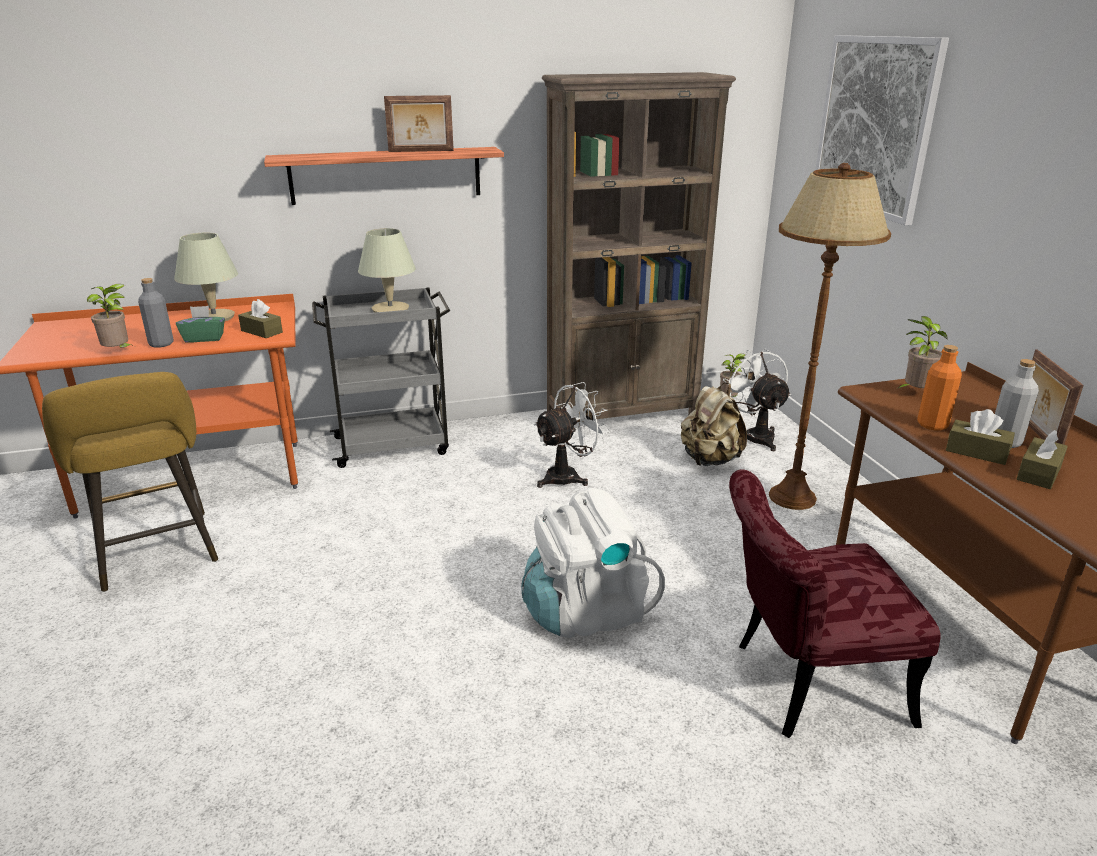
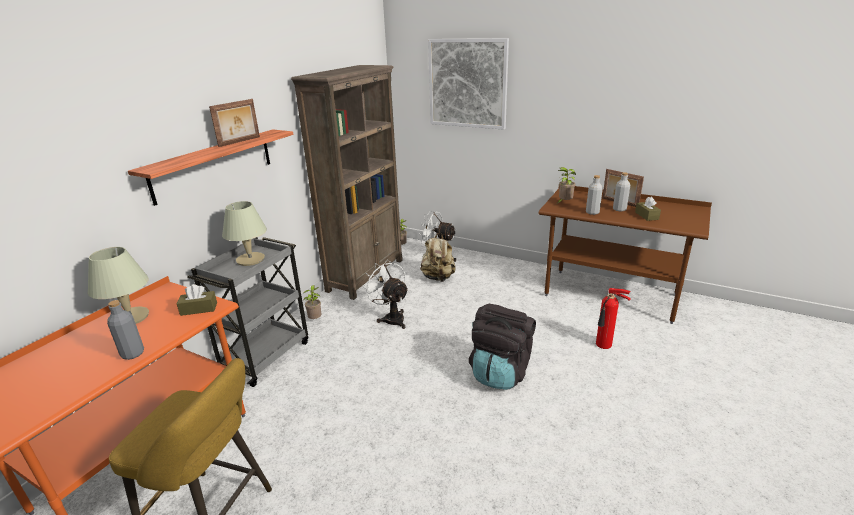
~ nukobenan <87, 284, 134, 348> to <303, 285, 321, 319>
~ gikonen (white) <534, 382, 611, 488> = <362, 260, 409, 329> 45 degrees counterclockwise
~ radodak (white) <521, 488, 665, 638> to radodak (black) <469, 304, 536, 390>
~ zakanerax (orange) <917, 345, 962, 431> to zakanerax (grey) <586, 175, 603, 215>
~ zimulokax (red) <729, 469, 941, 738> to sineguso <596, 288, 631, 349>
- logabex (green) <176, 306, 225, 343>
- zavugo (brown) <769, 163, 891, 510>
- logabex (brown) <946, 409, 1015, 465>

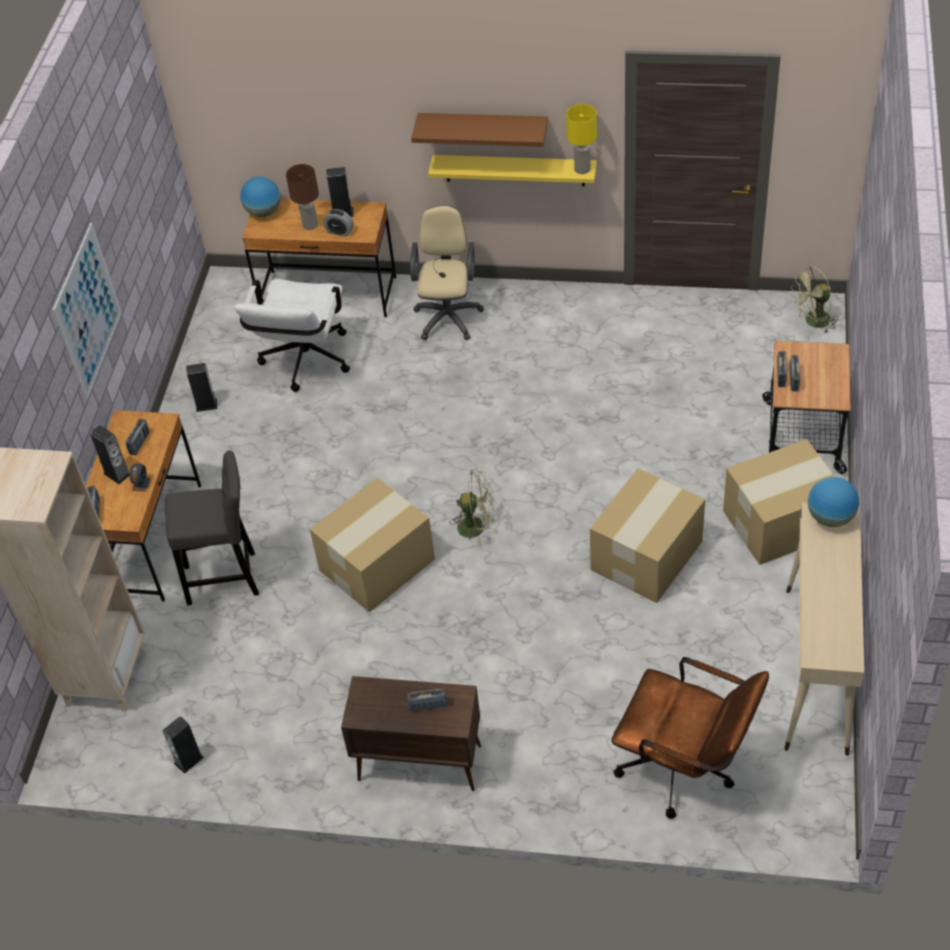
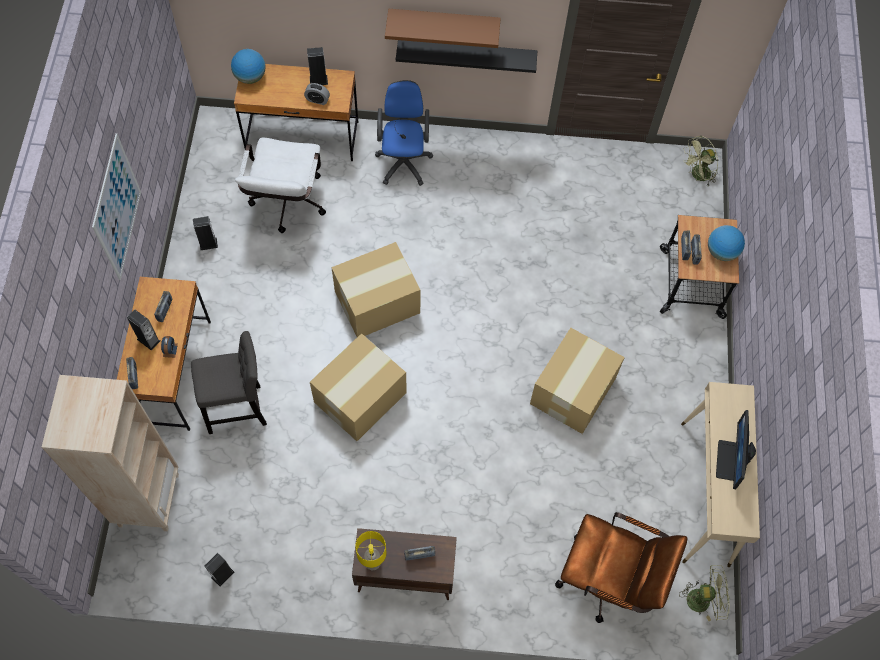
~ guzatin <723, 439, 835, 565> to <331, 242, 421, 337>
~ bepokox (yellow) <566, 104, 597, 174> to <355, 531, 386, 570>
~ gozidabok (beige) <410, 205, 484, 340> to gozidabok (blue) <375, 80, 433, 186>
~ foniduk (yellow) <428, 155, 597, 186> to foniduk (black) <396, 40, 537, 73>
~ gikonen (green) <452, 471, 495, 546> to <679, 565, 729, 621>
~ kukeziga <808, 477, 859, 527> to <708, 225, 745, 261>
+ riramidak <716, 410, 756, 489>
- bepokox (brown) <286, 164, 319, 230>

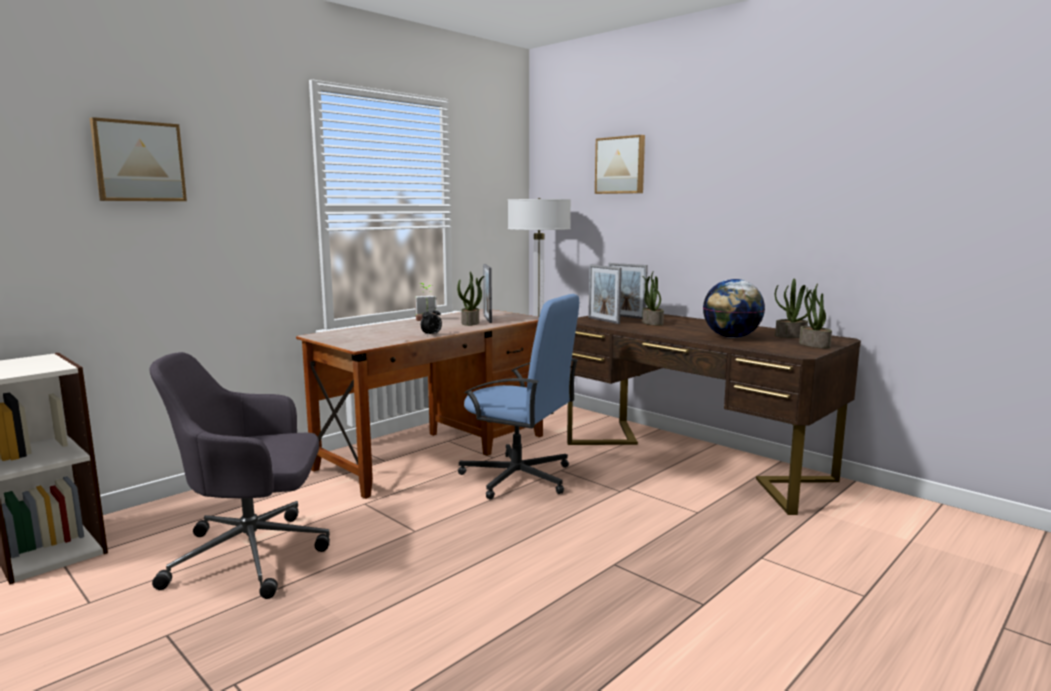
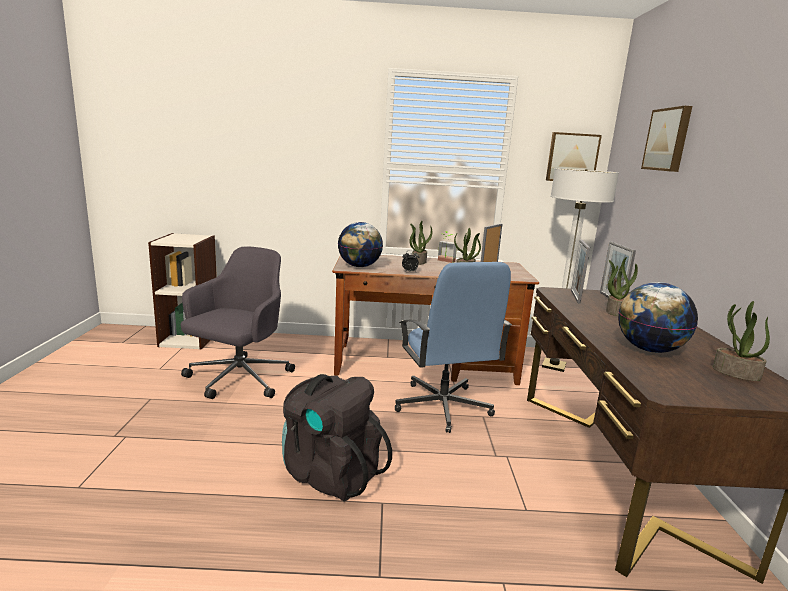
~ gozidabok (grey) <149, 352, 330, 599> = <181, 247, 295, 399> 75 degrees clockwise
+ radodak (black) <282, 374, 392, 501>
+ kukeziga <338, 222, 383, 267>
~ nukobenan <799, 283, 832, 348> to <409, 221, 432, 265>
~ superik <90, 117, 187, 201> to <546, 132, 602, 181>

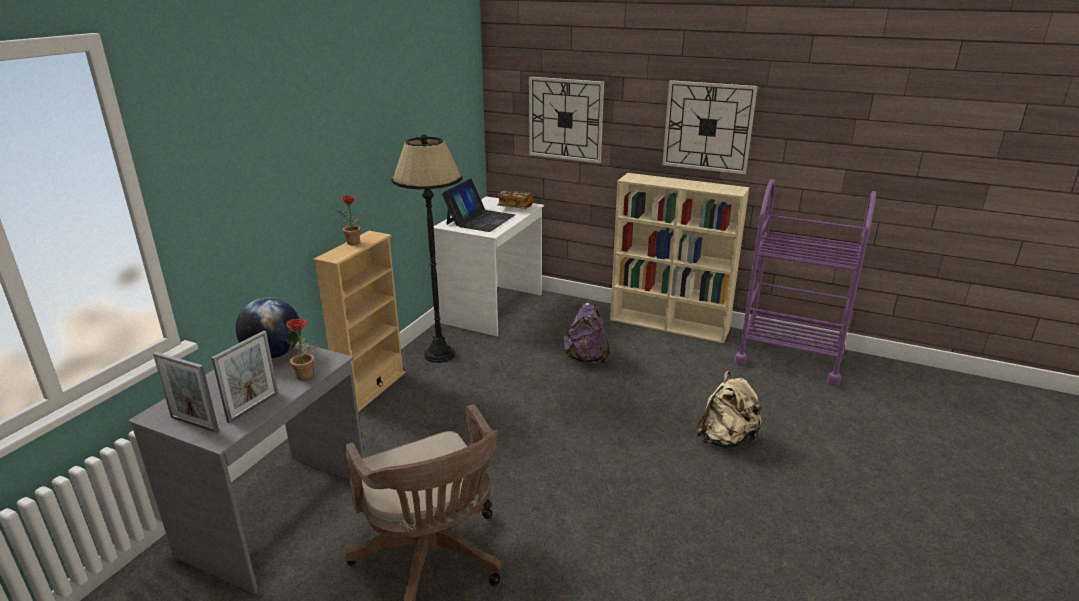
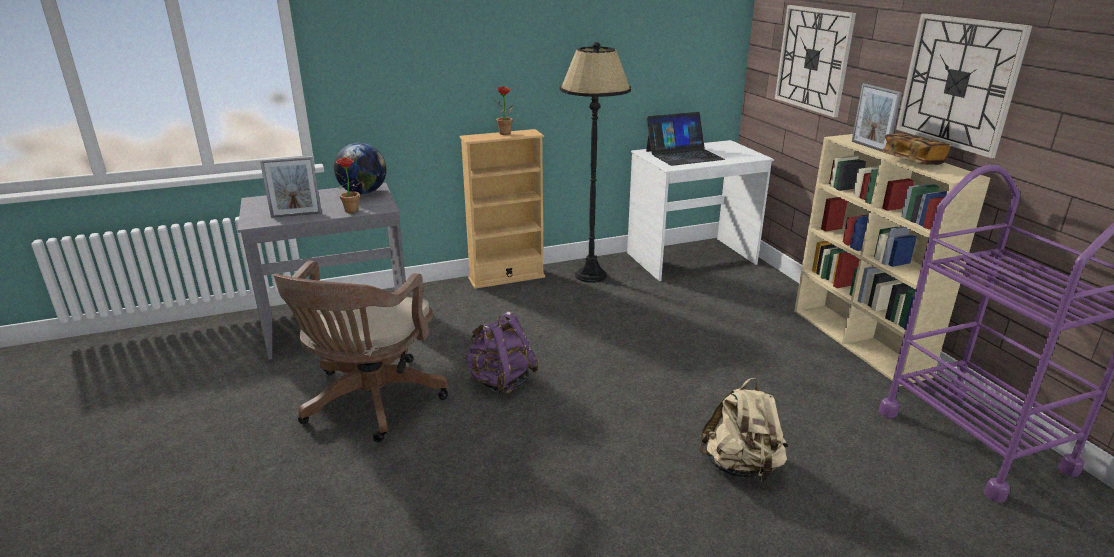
~ radodak (purple) <562, 303, 610, 363> to <464, 311, 538, 396>
~ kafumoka <153, 352, 219, 433> to <852, 83, 902, 151>
~ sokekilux <497, 190, 533, 209> to <880, 133, 950, 165>

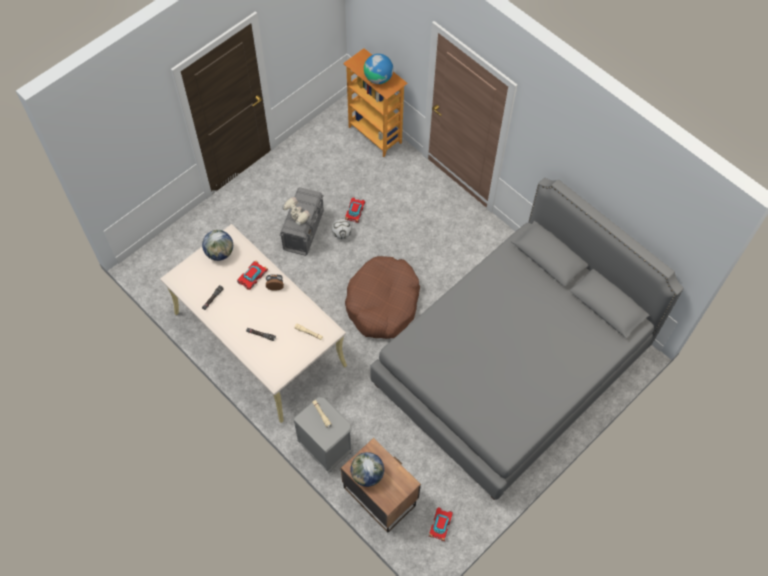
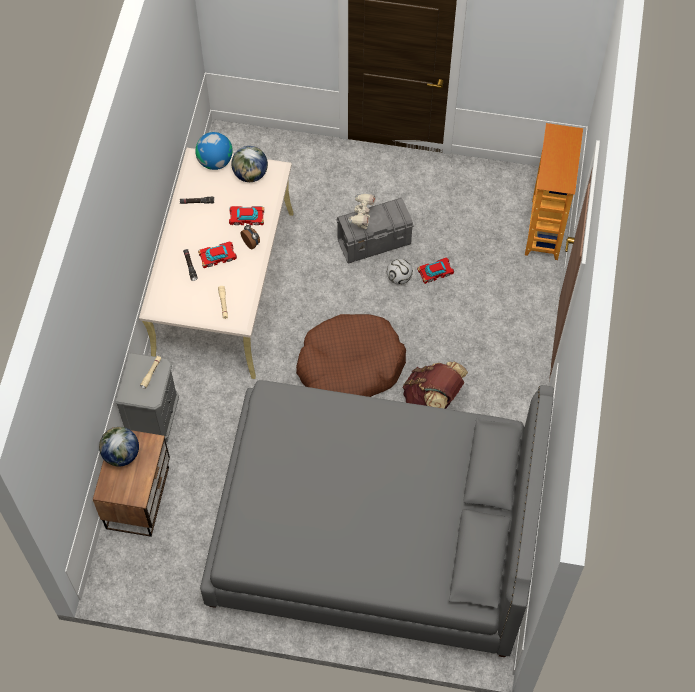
~ kukeziga <364, 54, 393, 84> to <195, 132, 233, 170>
~ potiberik <429, 507, 453, 541> to <198, 242, 237, 268>
+ radodak (brown) <403, 362, 468, 409>

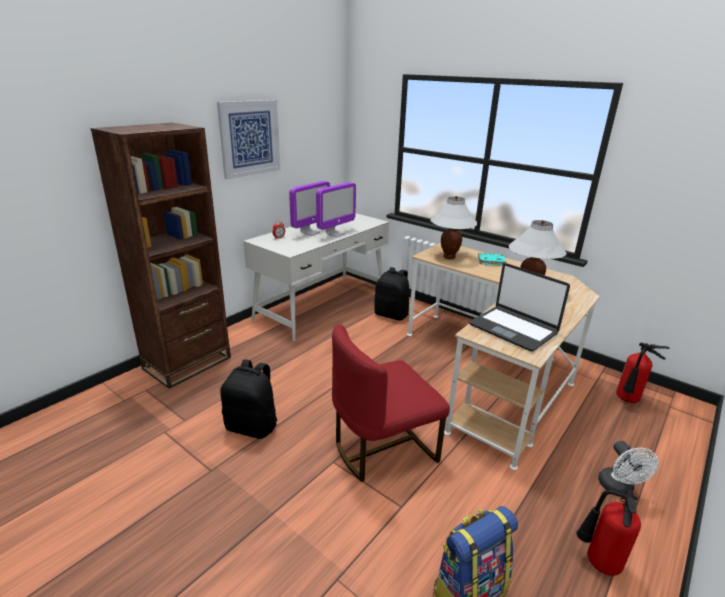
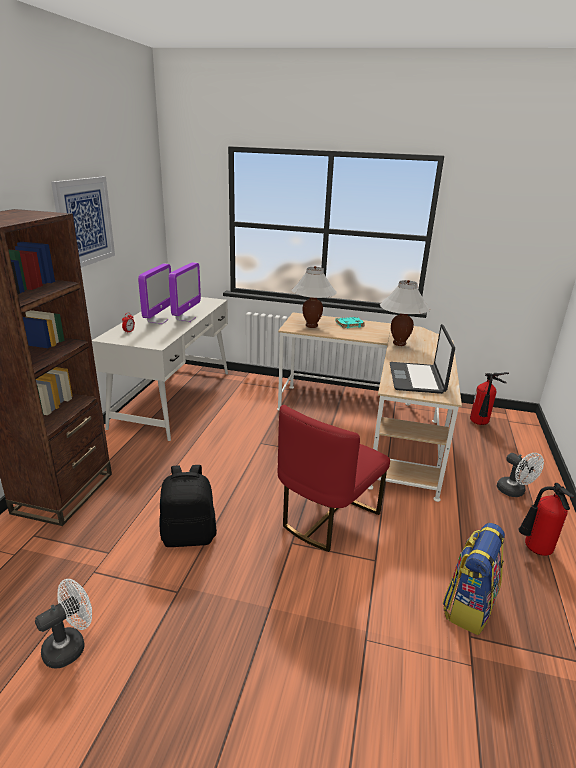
+ gikonen (white) <35, 579, 92, 668>
~ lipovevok <469, 263, 570, 351> = <390, 324, 455, 394> 75 degrees clockwise
- radodak (black) <374, 267, 409, 321>

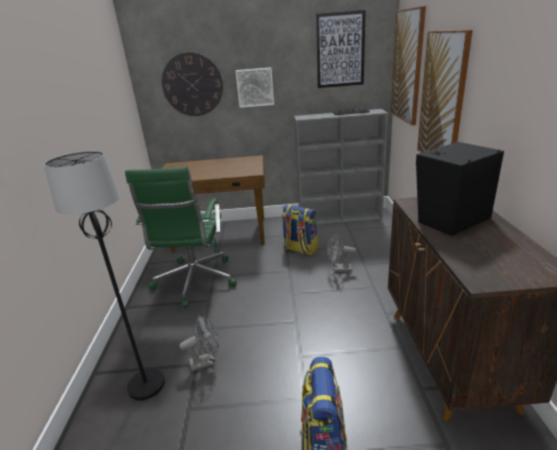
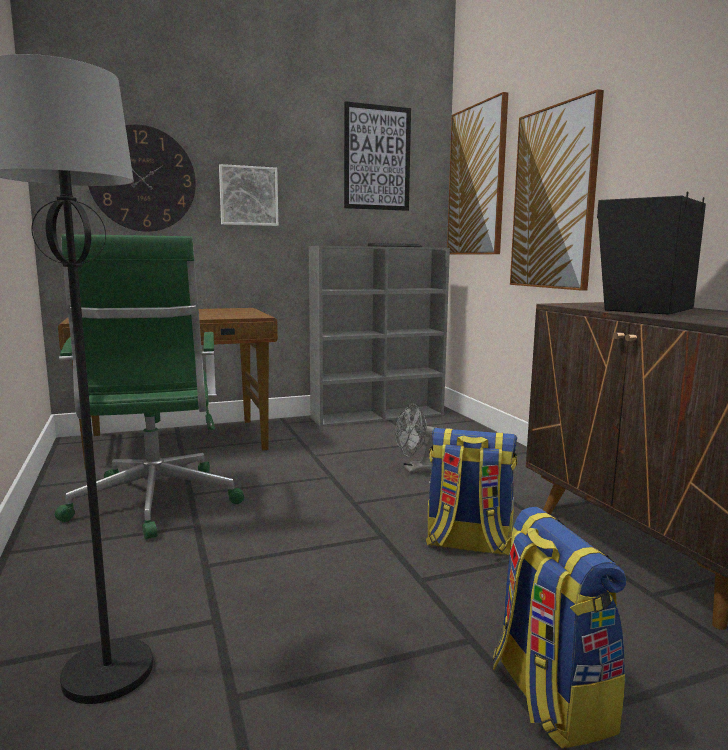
~ radodak <282, 205, 318, 255> to <426, 428, 517, 556>
- gikonen (grey) <179, 316, 219, 371>

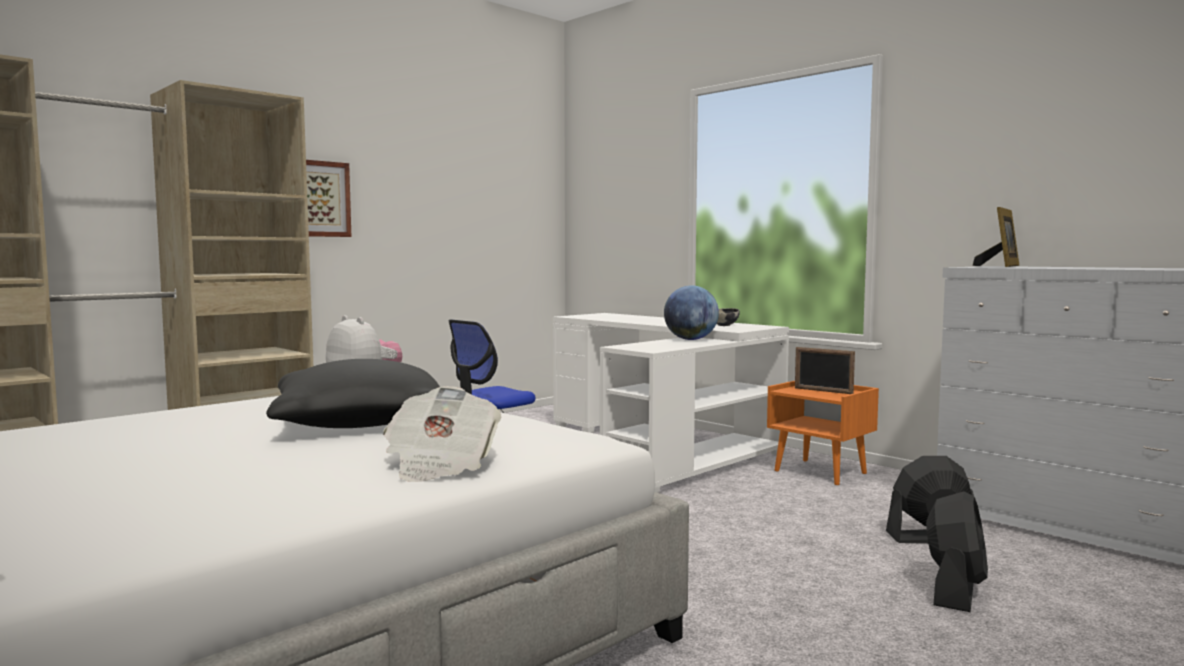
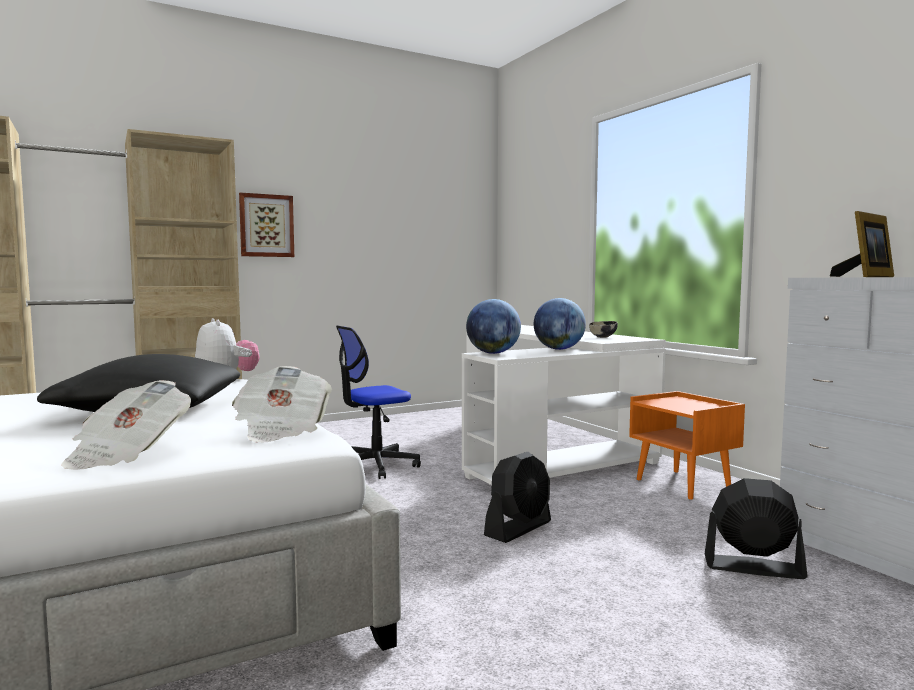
+ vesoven <232, 366, 332, 442>
+ kukeziga <466, 299, 521, 354>
~ gikonen (black) <926, 492, 988, 612> to <484, 452, 551, 543>
- kafumoka <795, 347, 855, 394>

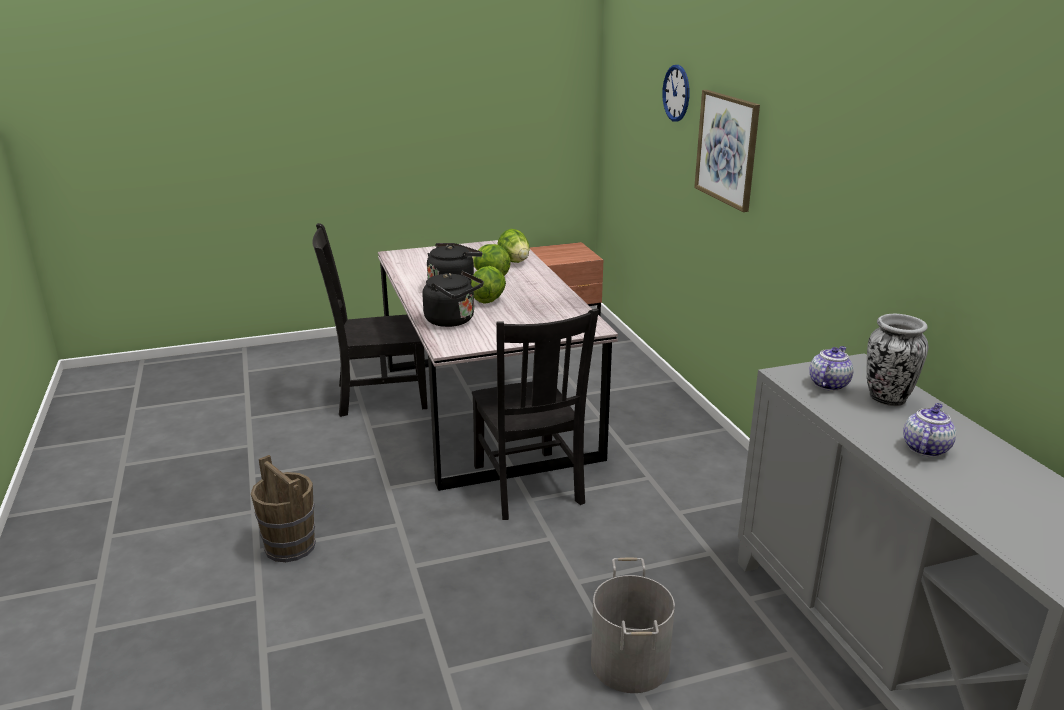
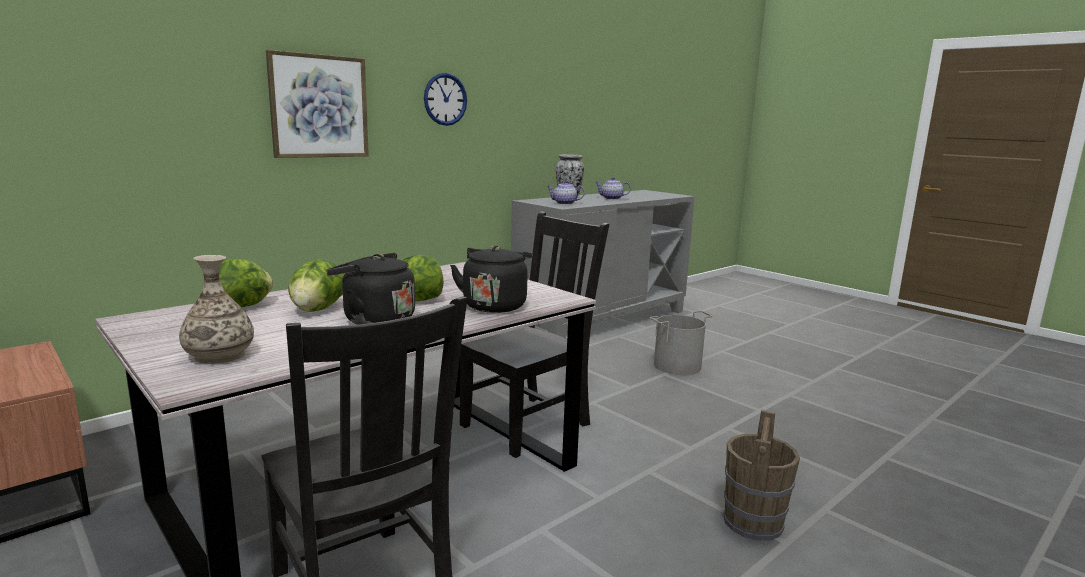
+ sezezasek <179, 255, 254, 364>
~ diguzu <662, 65, 689, 122> to <424, 73, 467, 126>

